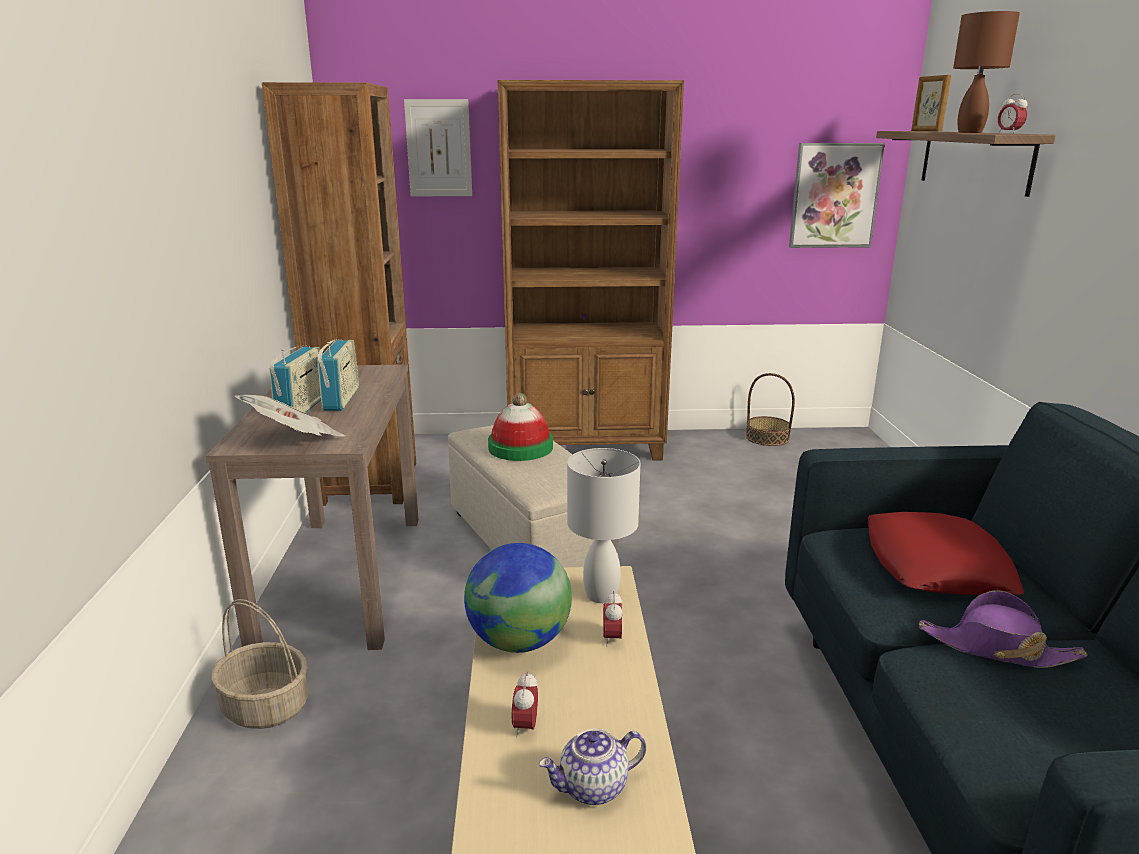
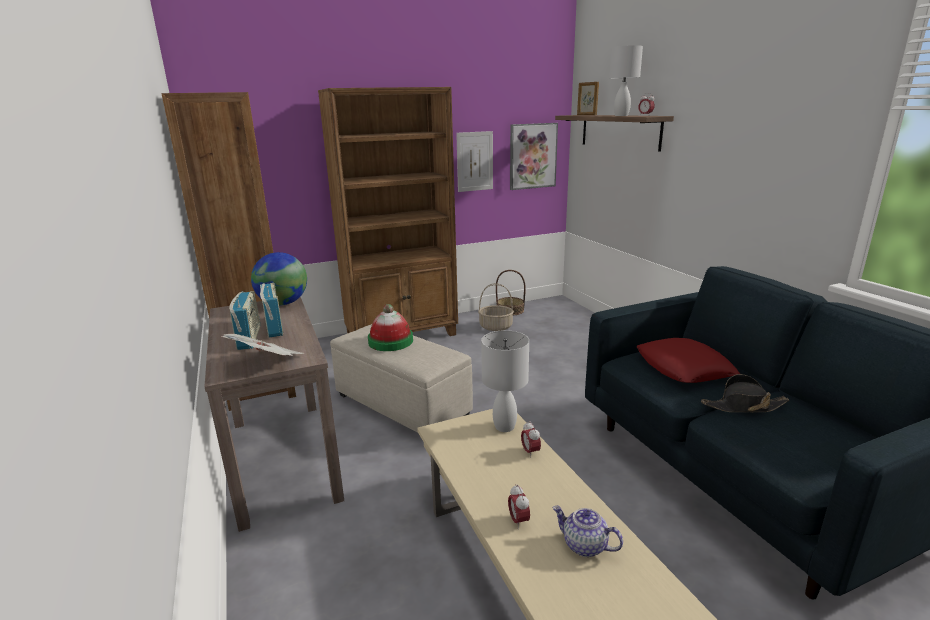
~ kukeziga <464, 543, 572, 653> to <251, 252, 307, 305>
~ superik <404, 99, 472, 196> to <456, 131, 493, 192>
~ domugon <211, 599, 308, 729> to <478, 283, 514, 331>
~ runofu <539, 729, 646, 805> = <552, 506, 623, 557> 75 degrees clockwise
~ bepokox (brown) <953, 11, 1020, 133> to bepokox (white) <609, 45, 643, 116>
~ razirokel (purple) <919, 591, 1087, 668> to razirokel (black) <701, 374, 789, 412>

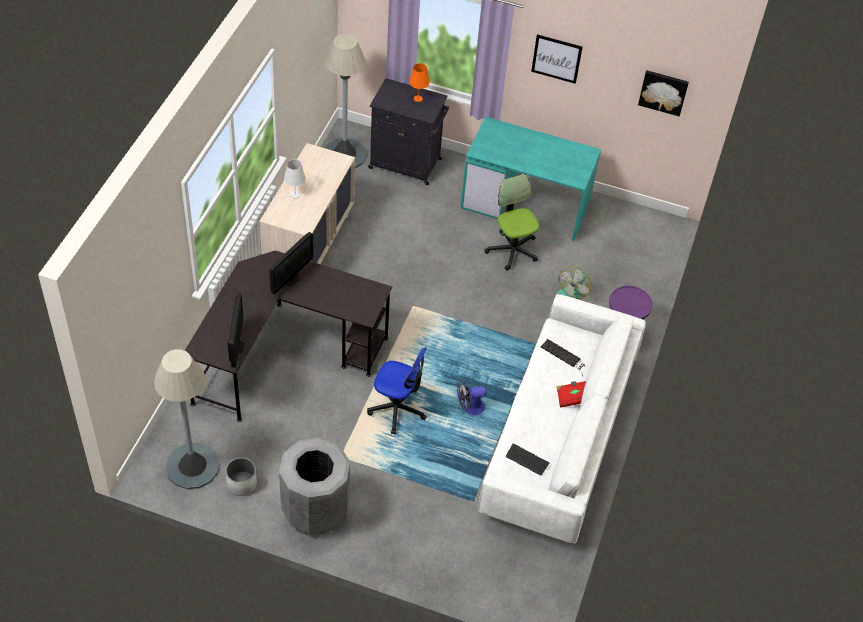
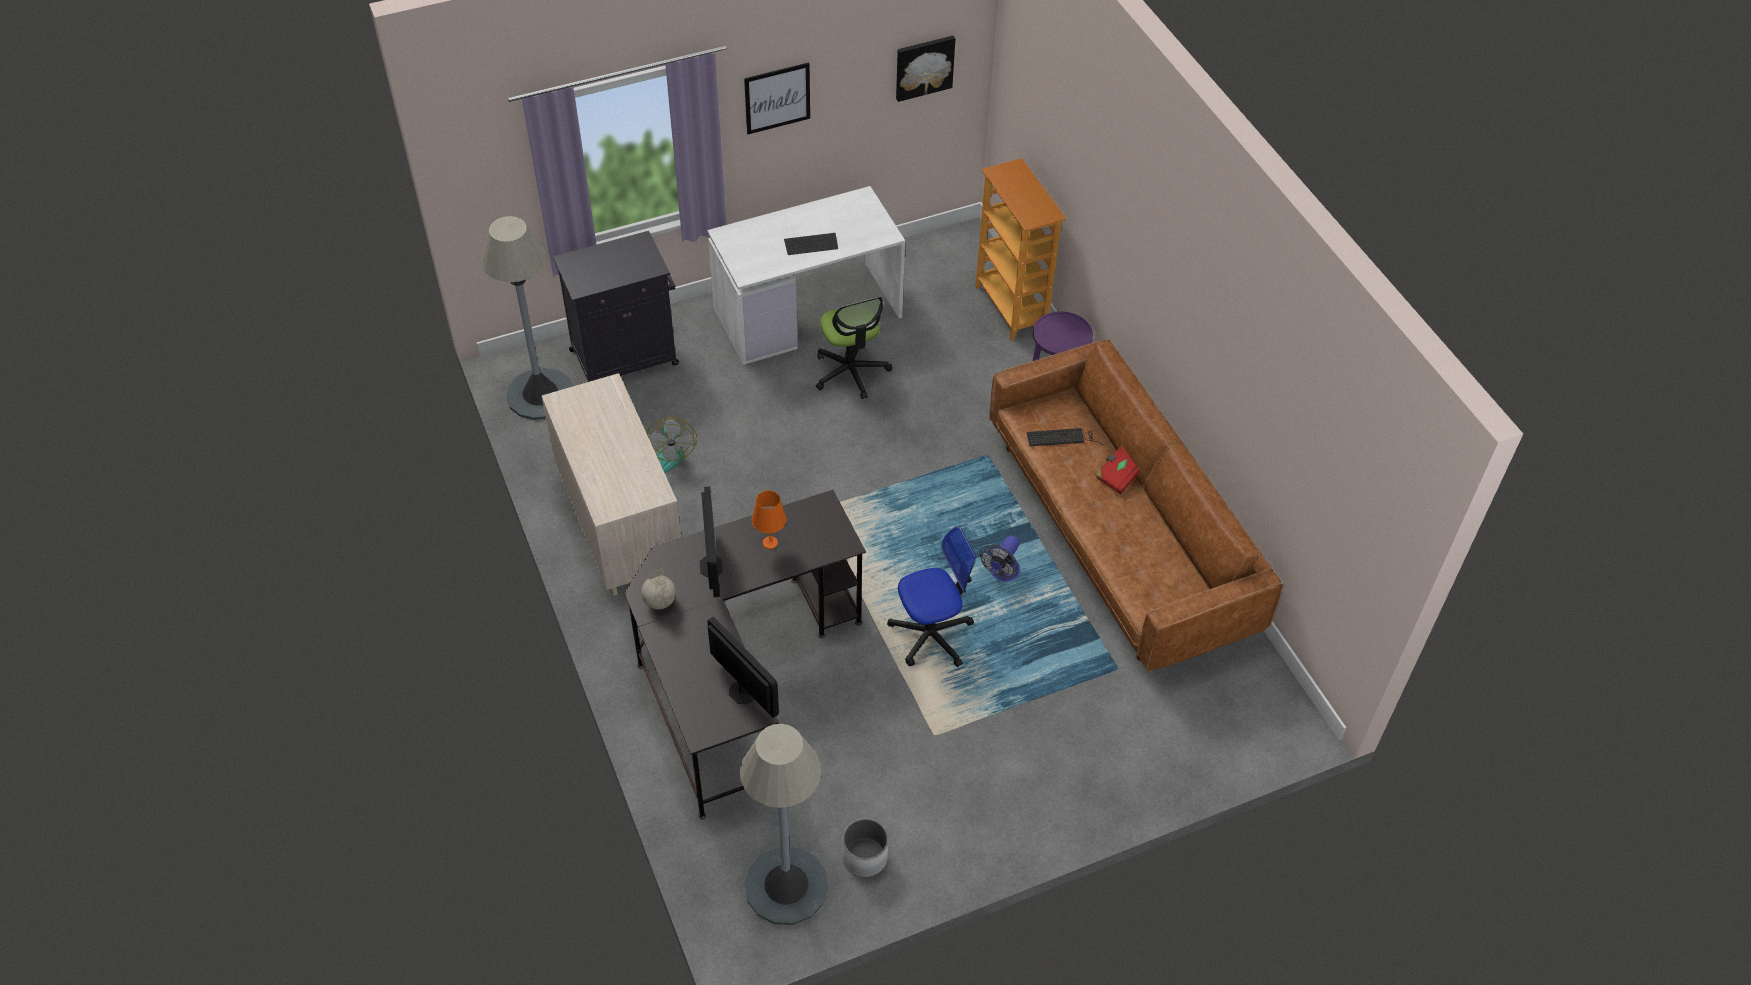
+ kukeziga <641, 568, 676, 609>
~ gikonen <556, 266, 591, 299> to <646, 417, 697, 473>
~ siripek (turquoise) <461, 117, 601, 241> to siripek (white) <707, 186, 905, 365>
~ bepokox (orange) <409, 63, 430, 102> to <752, 490, 787, 549>
~ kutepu <506, 444, 549, 476> to <784, 233, 838, 255>
~ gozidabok <485, 174, 540, 271> = <816, 297, 892, 399> 135 degrees counterclockwise
+ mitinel <976, 158, 1066, 341>
~ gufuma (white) <478, 294, 646, 543> to gufuma (brown) <989, 339, 1283, 672>
- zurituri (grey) <279, 437, 350, 535>
- bepokox (white) <284, 159, 306, 199>

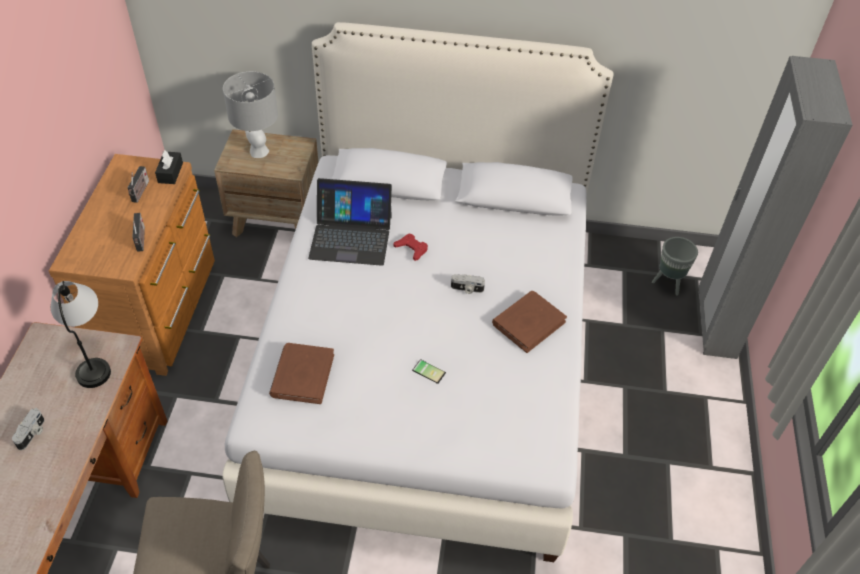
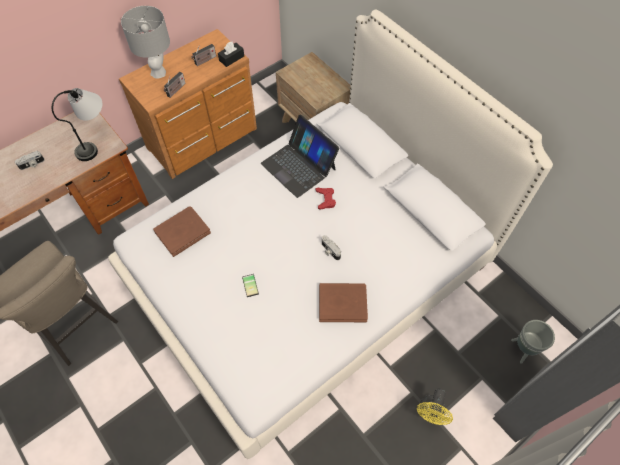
~ bepokox (grey) <223, 71, 278, 158> to <121, 6, 170, 79>
+ gikonen (yellow) <417, 389, 453, 425>

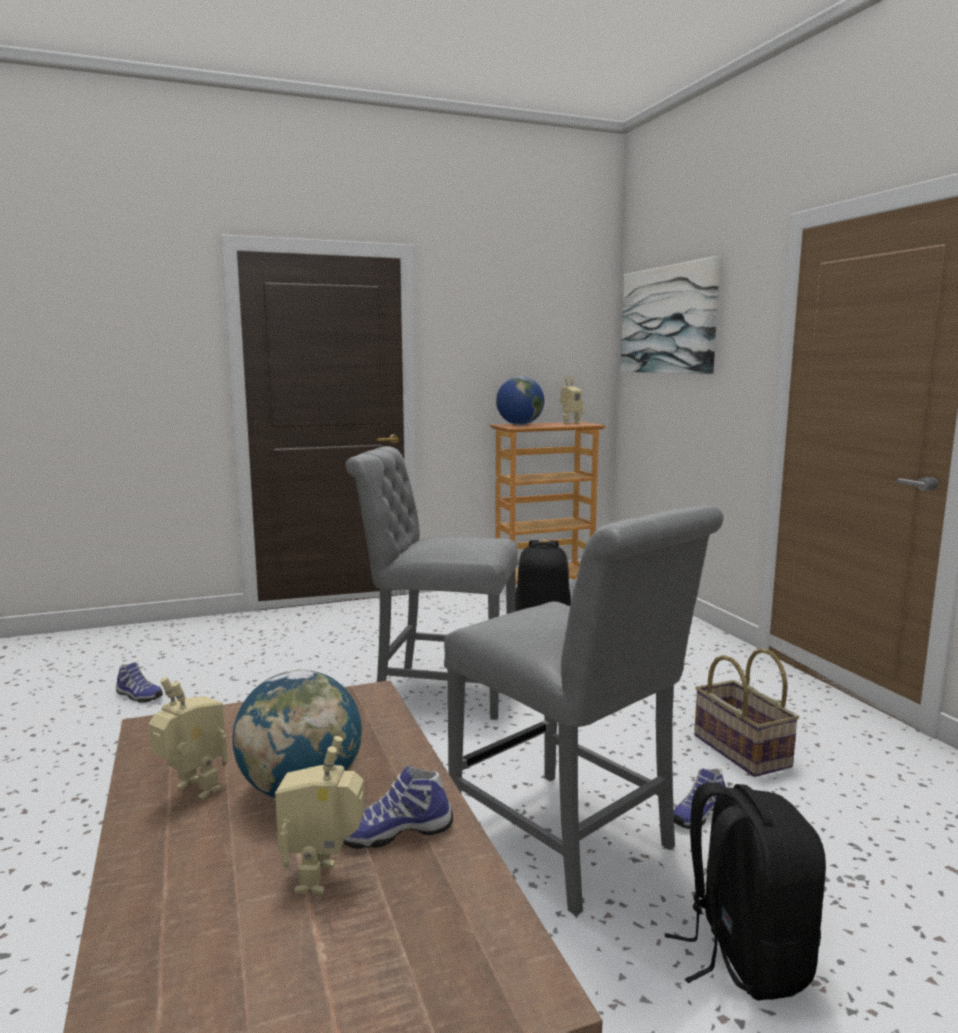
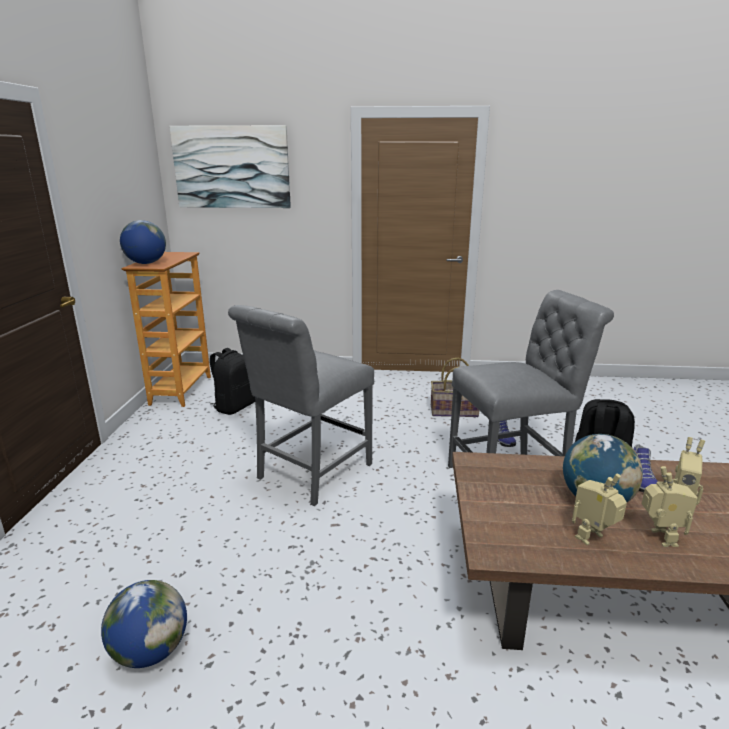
~ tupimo <116, 662, 163, 703> to kukeziga <101, 580, 187, 668>
~ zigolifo <560, 376, 583, 424> to <642, 466, 698, 547>

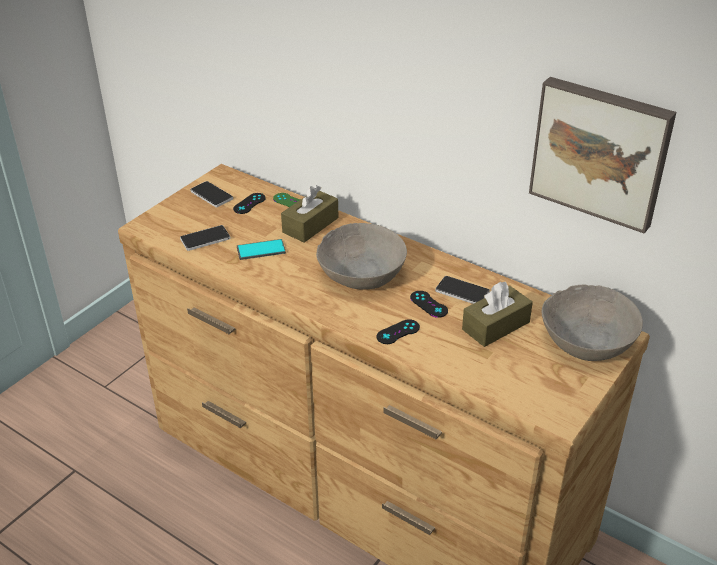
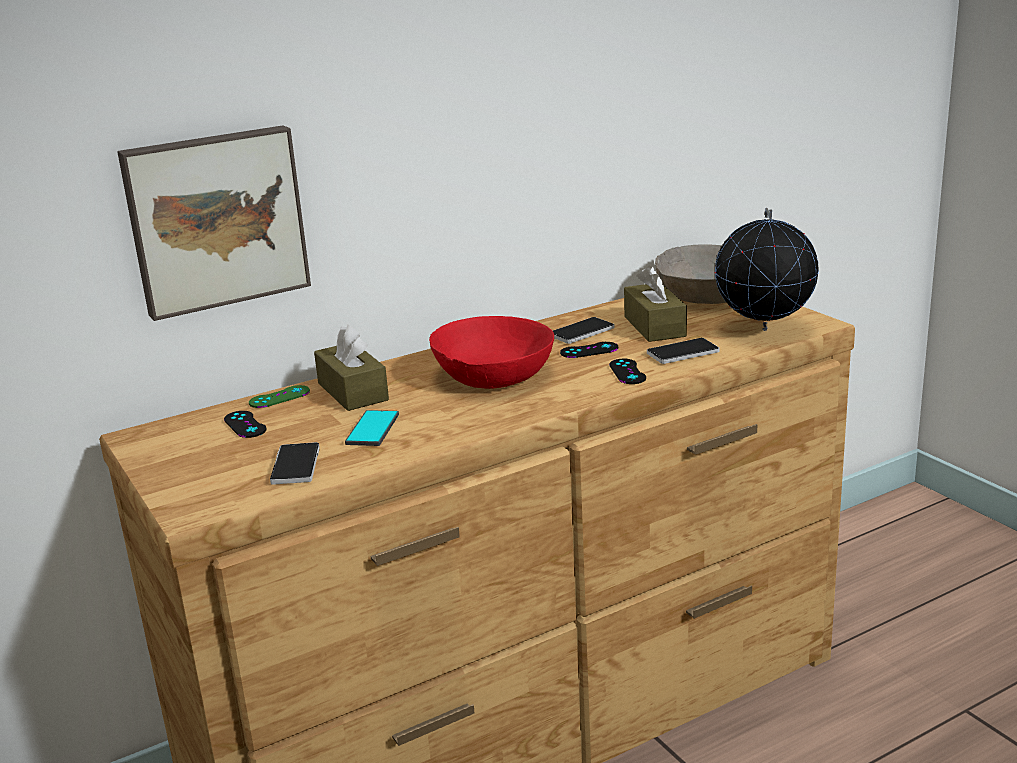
~ superik <529, 77, 677, 234> to <117, 125, 311, 321>
~ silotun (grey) <316, 223, 407, 290> to silotun (red) <429, 316, 554, 389>
~ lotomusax <190, 181, 233, 207> to <647, 338, 719, 364>
+ kukeziga <715, 208, 819, 331>

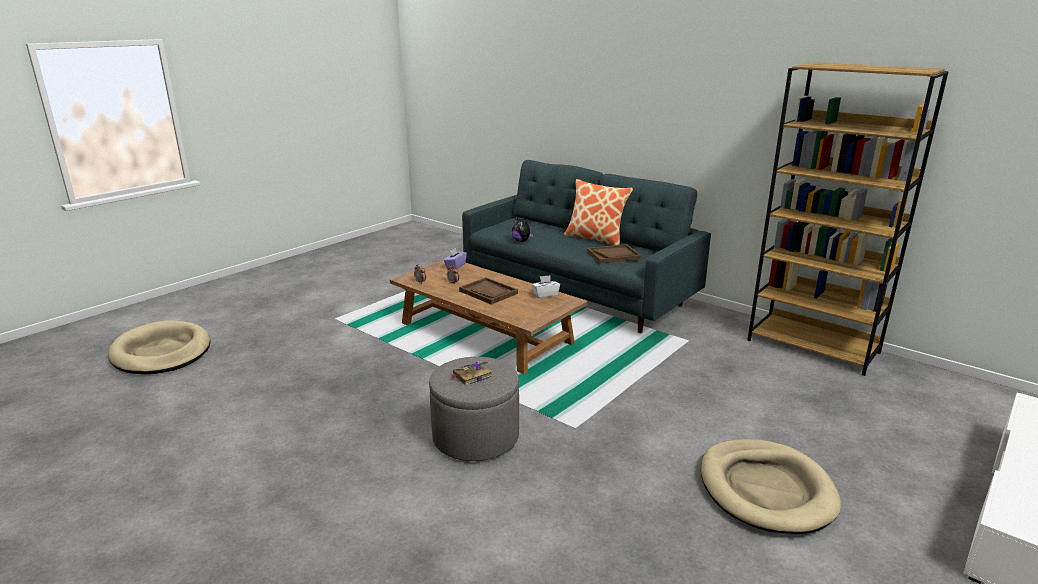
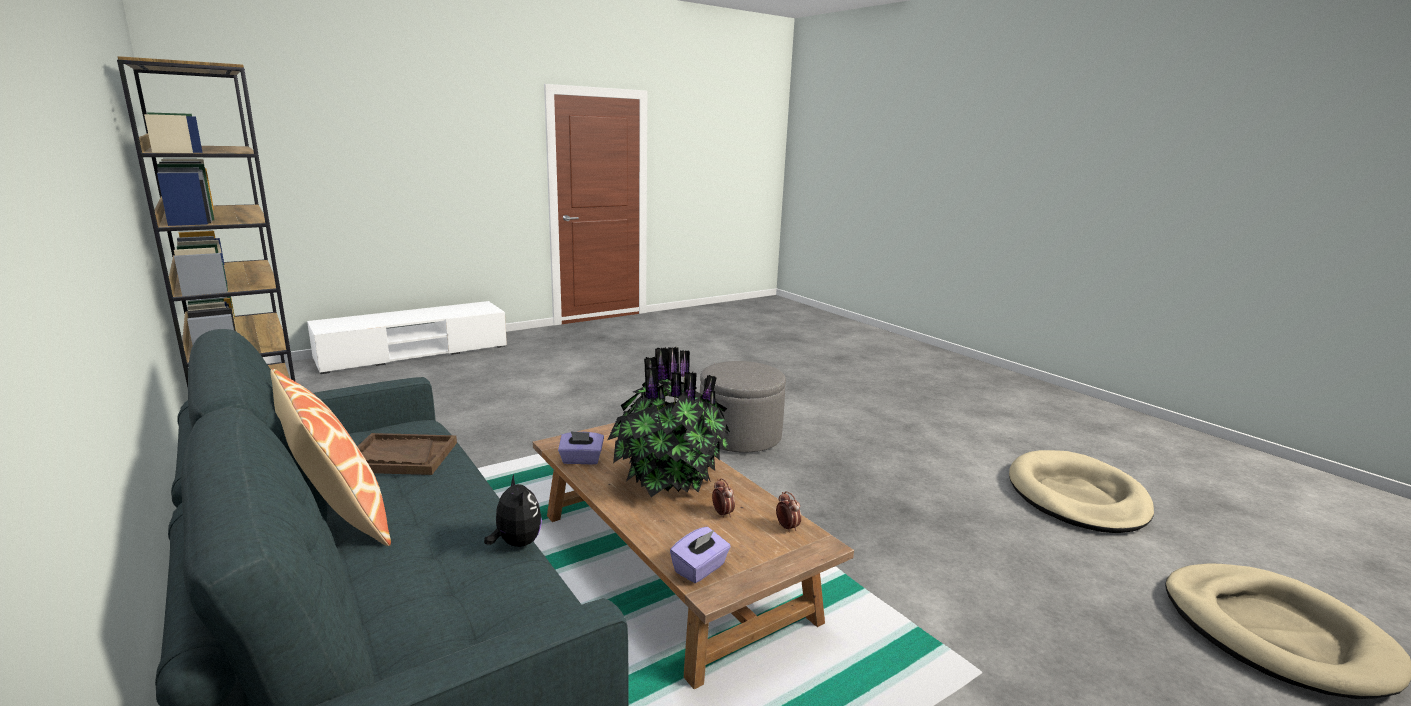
~ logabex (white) <532, 275, 560, 298> to logabex (purple) <558, 431, 604, 464>
~ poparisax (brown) <459, 277, 518, 305> to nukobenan <608, 347, 730, 497>
~ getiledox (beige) <701, 439, 841, 534> to <1009, 450, 1154, 533>
- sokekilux <451, 361, 493, 386>

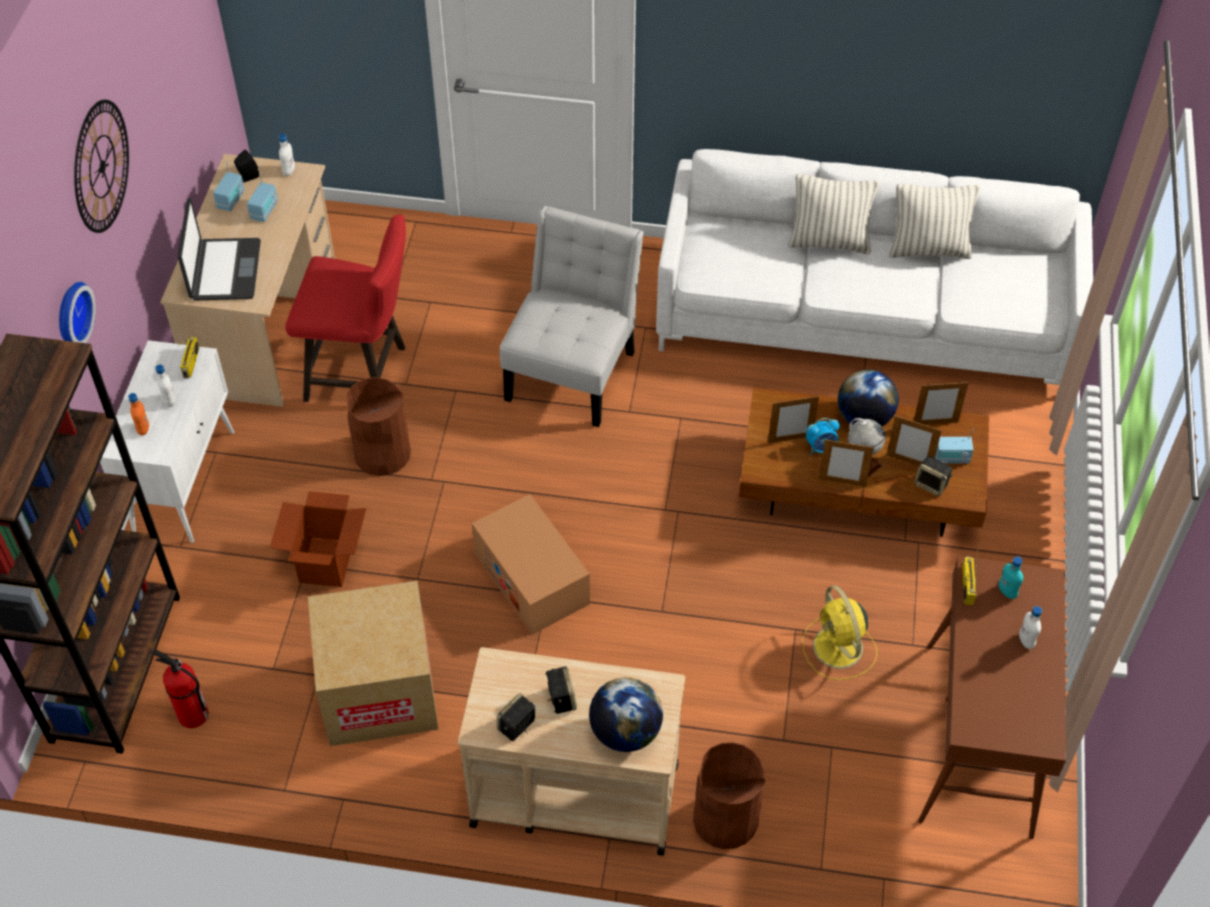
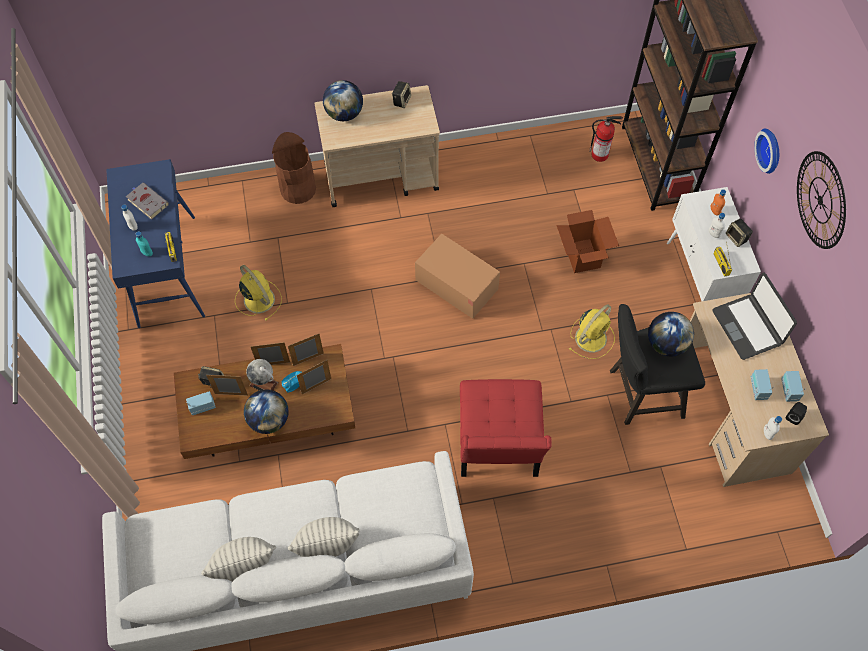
~ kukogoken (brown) <918, 556, 1066, 839> to kukogoken (blue) <106, 159, 205, 328>
+ sokekilux (grey) <126, 182, 169, 220>
~ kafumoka <914, 382, 969, 425> to <288, 334, 324, 366>
~ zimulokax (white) <500, 206, 644, 427> to zimulokax (red) <460, 379, 552, 477>
~ zurituri (brown) <346, 377, 411, 476> to gikonen (yellow) <569, 304, 615, 359>
~ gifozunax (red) <285, 214, 406, 402> to gifozunax (black) <610, 304, 705, 425>
+ kukeziga <648, 312, 694, 357>
~ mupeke <545, 666, 577, 714> to <726, 219, 753, 247>
- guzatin <308, 581, 438, 746>

